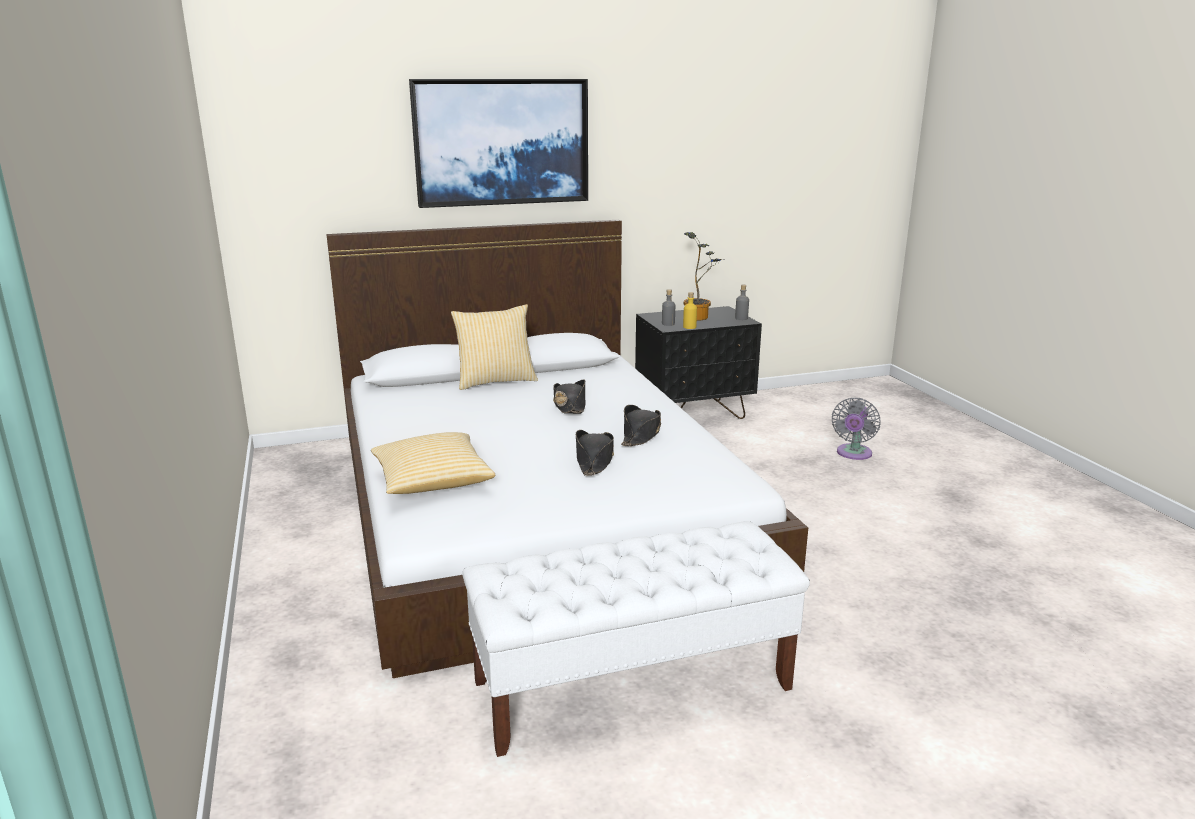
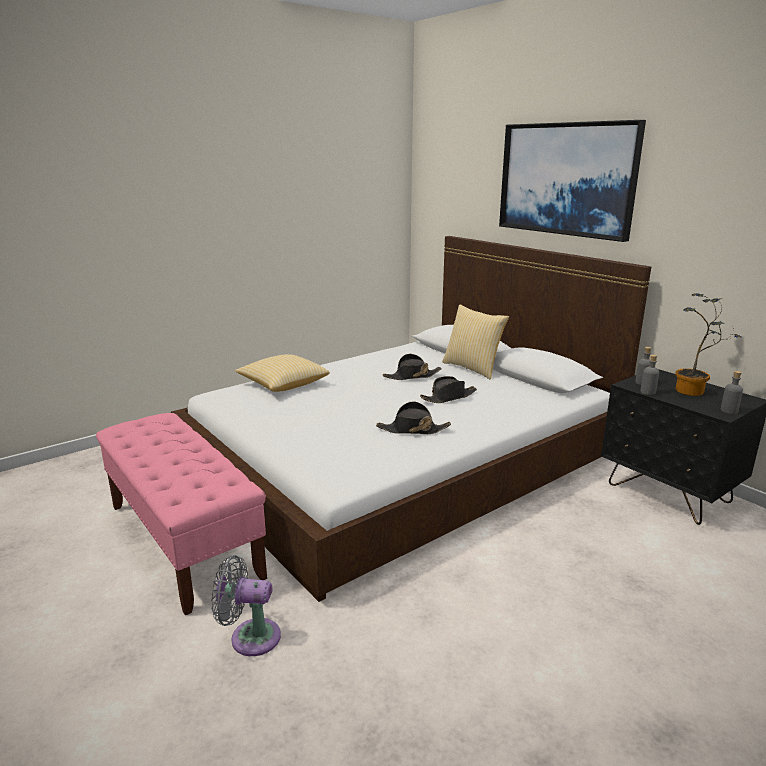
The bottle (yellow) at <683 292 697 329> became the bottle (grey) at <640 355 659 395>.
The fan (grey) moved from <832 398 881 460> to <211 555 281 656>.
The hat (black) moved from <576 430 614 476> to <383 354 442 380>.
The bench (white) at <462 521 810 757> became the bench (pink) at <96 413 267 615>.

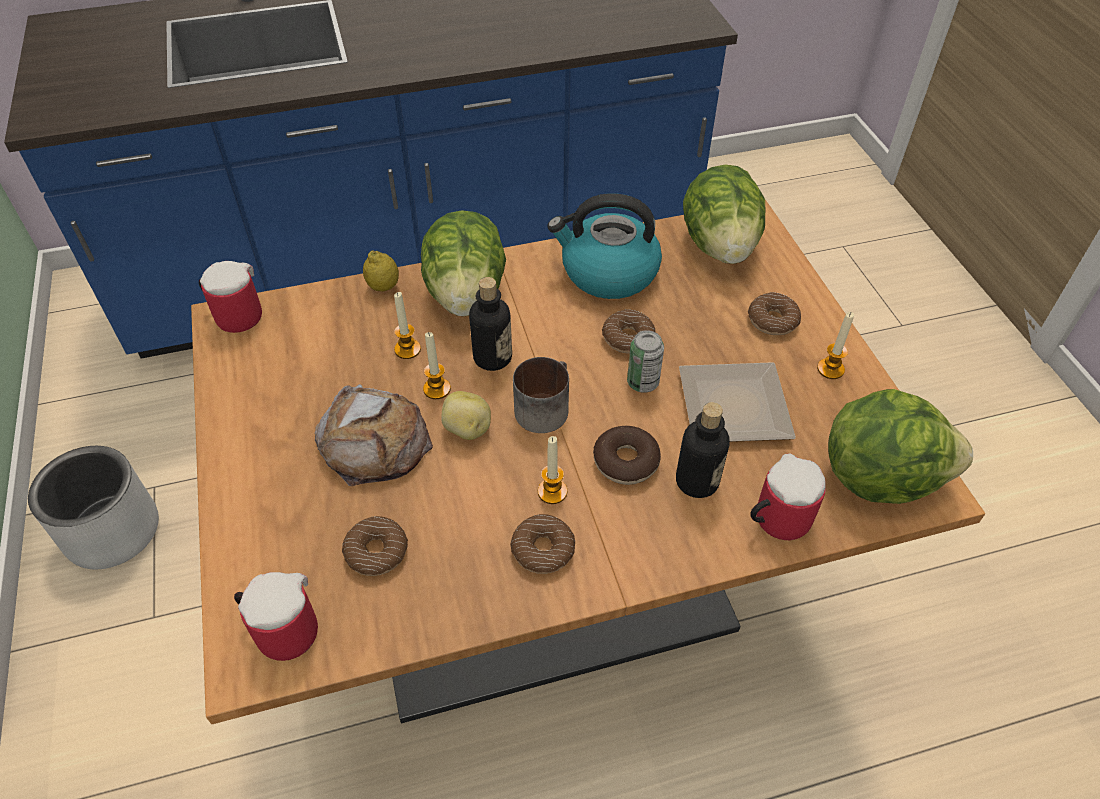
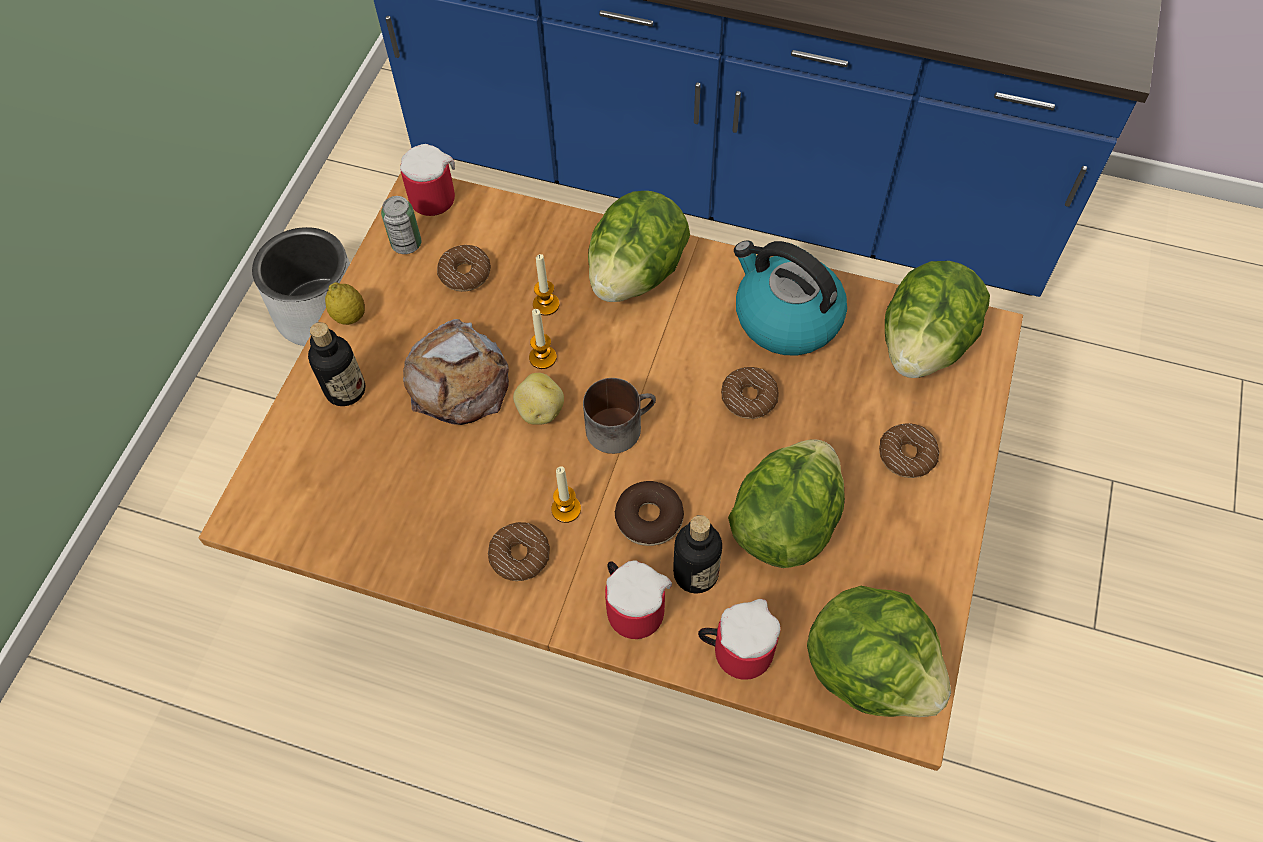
The lemon moved from <363 251 399 292> to <325 282 365 325>.
The bottle moved from <469 277 512 371> to <308 322 365 406>.
The candle at <817 312 854 379> disappeared.
The can moved from <627 330 664 393> to <381 196 421 254>.
The plate at <679 362 796 442> was replaced by the lettuce at <728 439 845 568>.
The donut moved from <342 516 408 576> to <437 245 491 292>.
The mug moved from <234 572 318 661> to <605 561 672 639>.

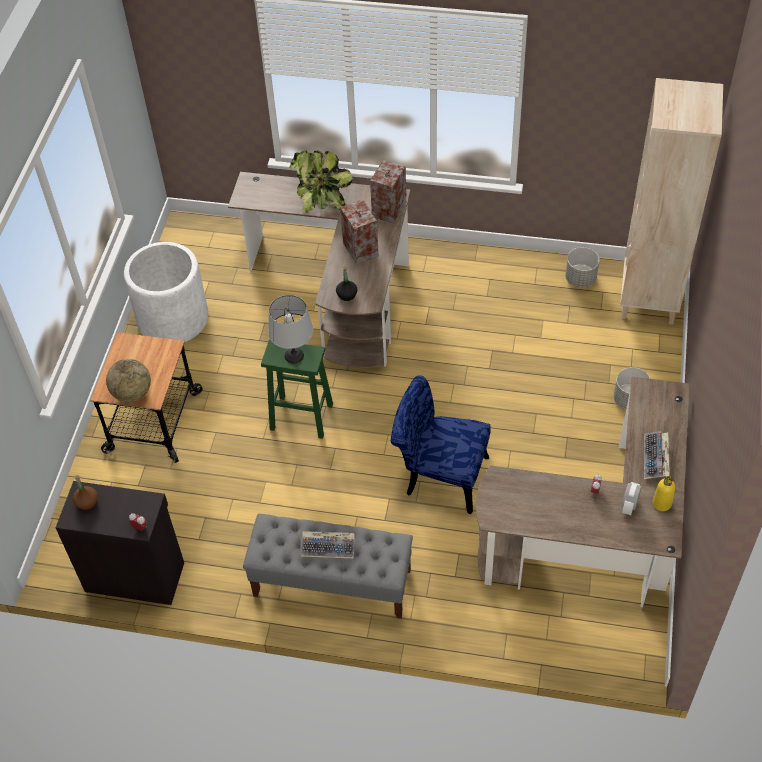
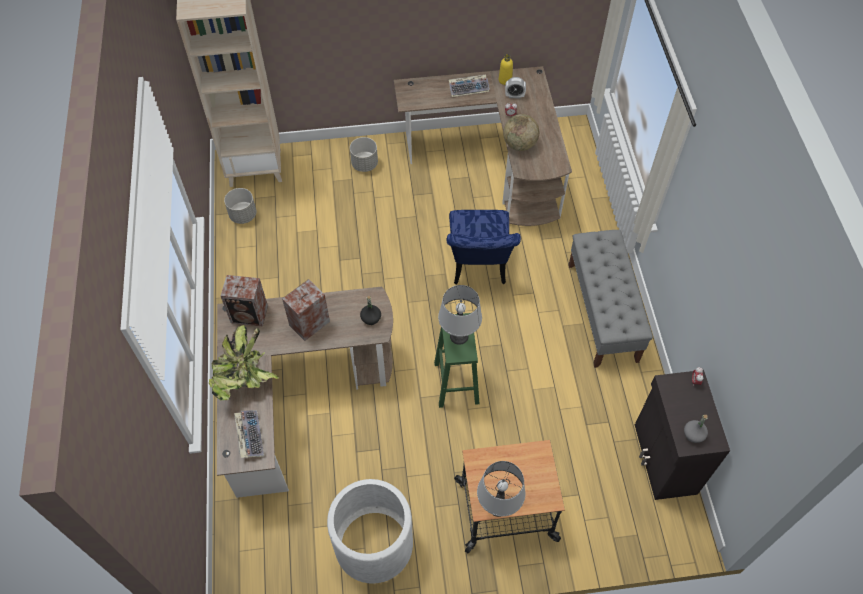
The globe moved from <106 359 151 403> to <503 114 539 151>.
The bottle (brown) at <73 475 98 510> became the bottle (grey) at <684 415 708 443>.
The keyboard moved from <300 531 355 559> to <234 410 264 458>.
The table lamp (grey) at <477 461 525 517> appeared.

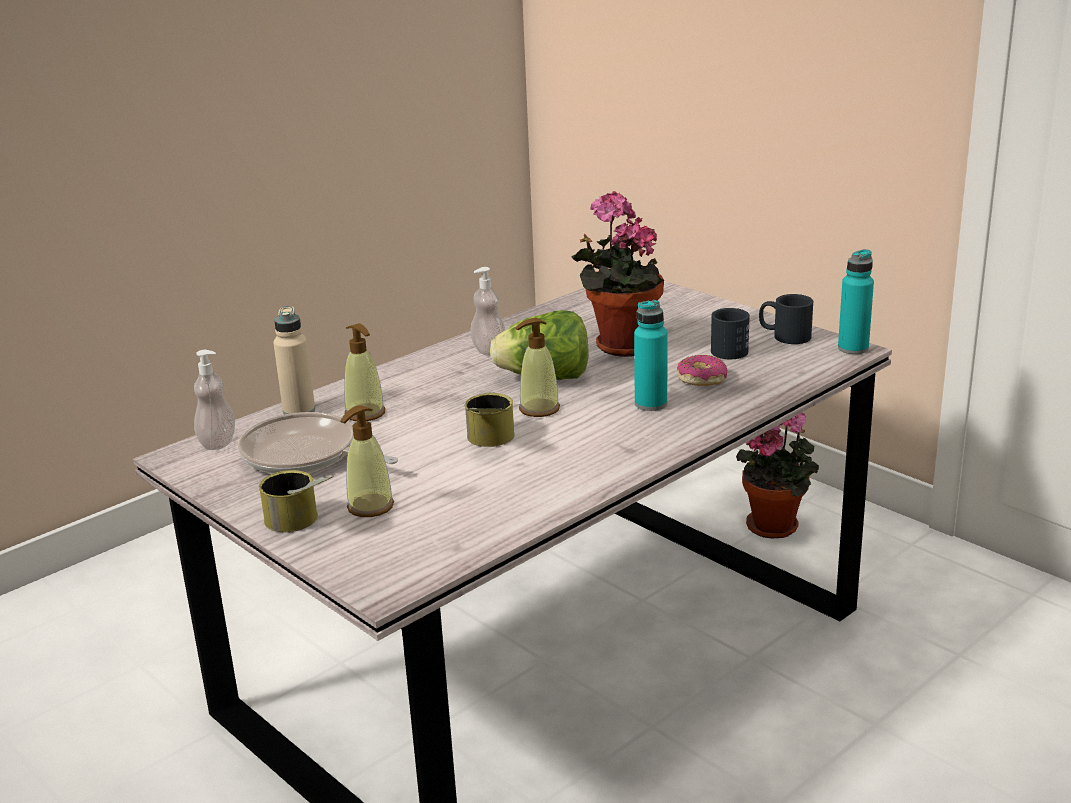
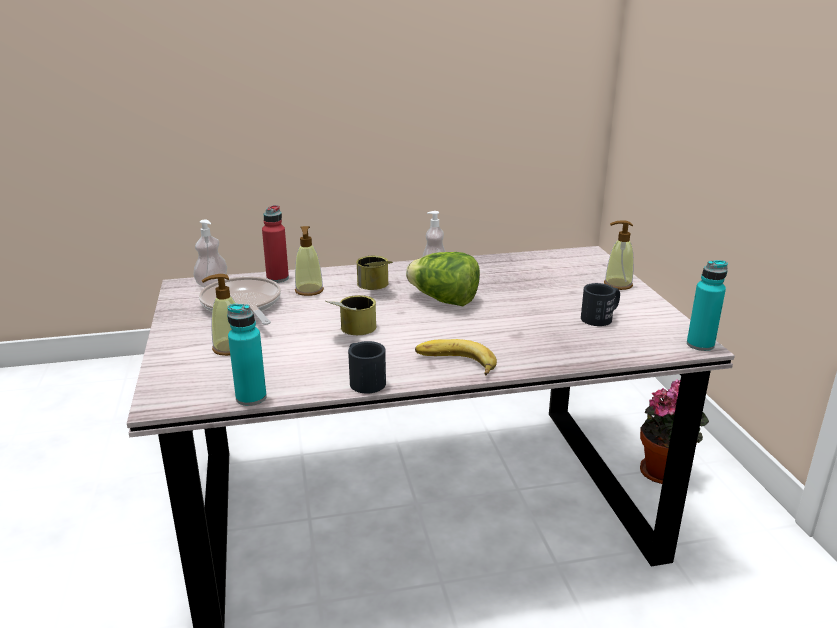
The potted plant at <571 191 664 357> disappeared.
The mug (black) moved from <759 294 813 344> to <348 341 386 394>.
The bottle (turquoise) moved from <634 300 668 411> to <227 304 267 406>.
The bottle (beige) at <273 306 315 415> became the bottle (red) at <262 205 289 283>.
The soap dispenser moved from <515 318 560 417> to <604 220 634 290>.
The donut at <677 355 728 386> disappeared.
The can moved from <259 470 334 532> to <356 256 393 290>.
The banana at <415 339 497 375> appeared.

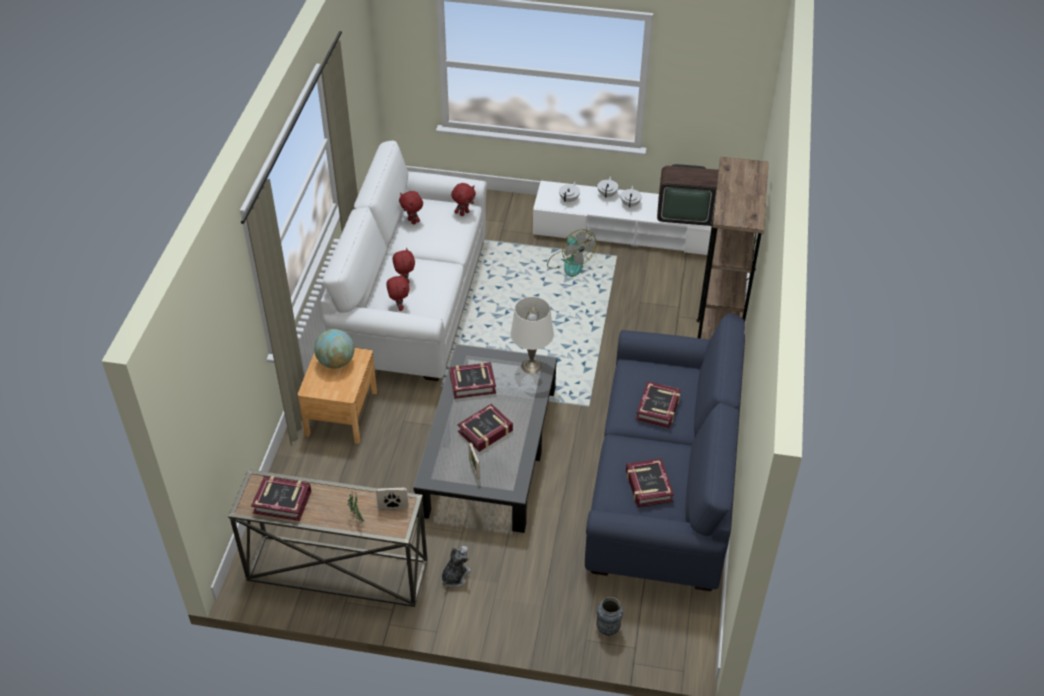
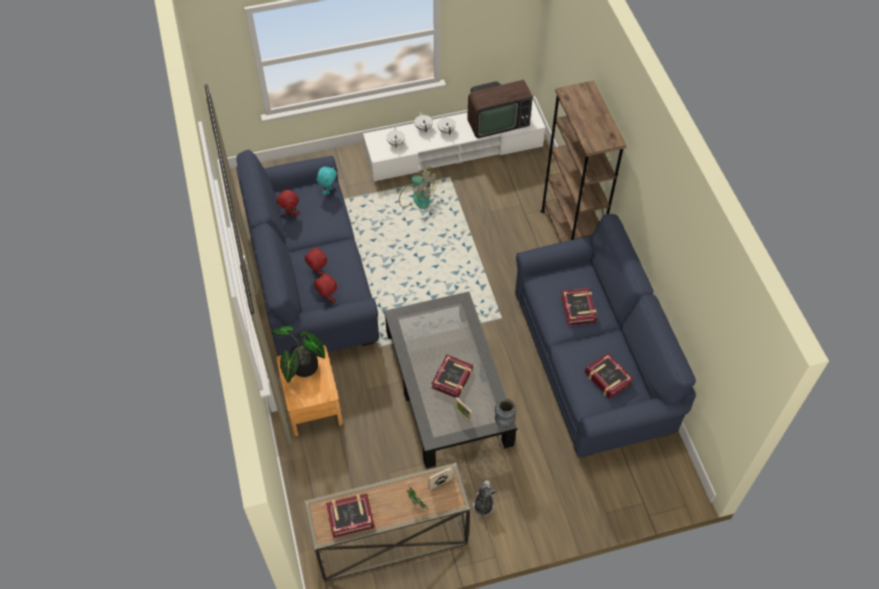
The sofa (white) at <321 141 487 381> became the sofa (blue) at <236 150 379 356>.
The plush toy (red) at <451 183 476 216> became the plush toy (turquoise) at <316 166 337 195>.
The table lamp (white) at <510 297 554 374> disappeared.
The globe at <314 329 354 369> was replaced by the potted plant at <271 326 325 383>.
The book at <450 362 496 399> disappeared.
The vase moved from <596 597 623 636> to <495 398 516 428>.

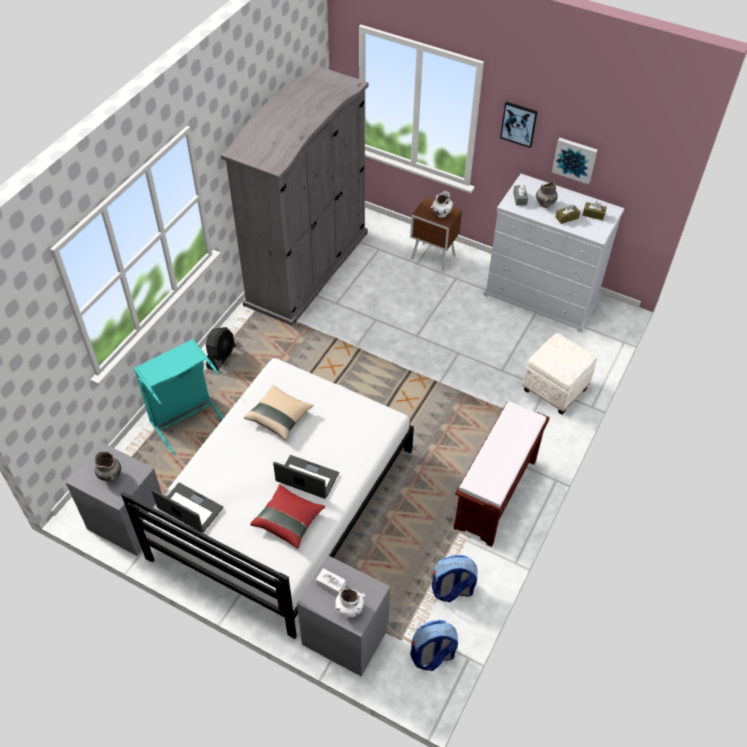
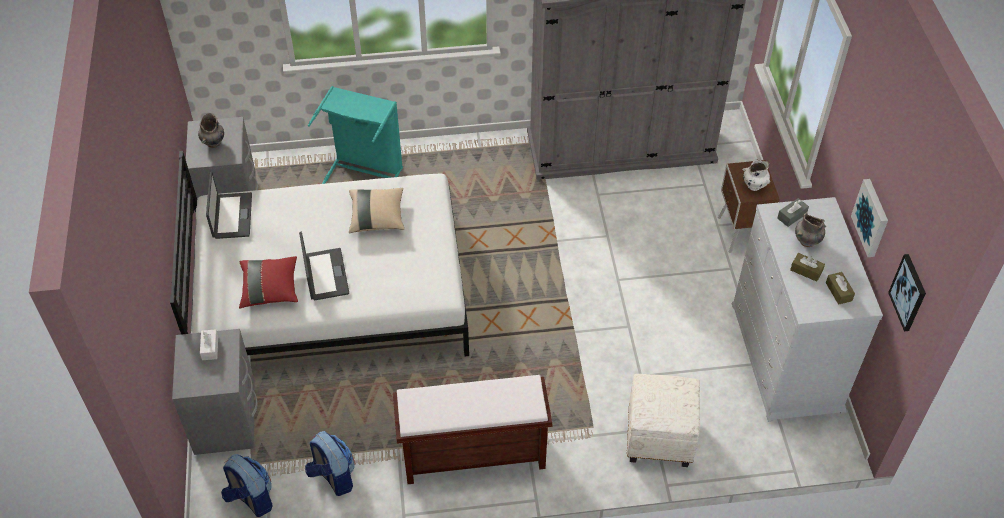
The picture moved from <500 102 538 148> to <888 254 926 331>.
The fan (black) at <206 327 236 370> disappeared.
The vase (white) at <335 587 366 618> disappeared.

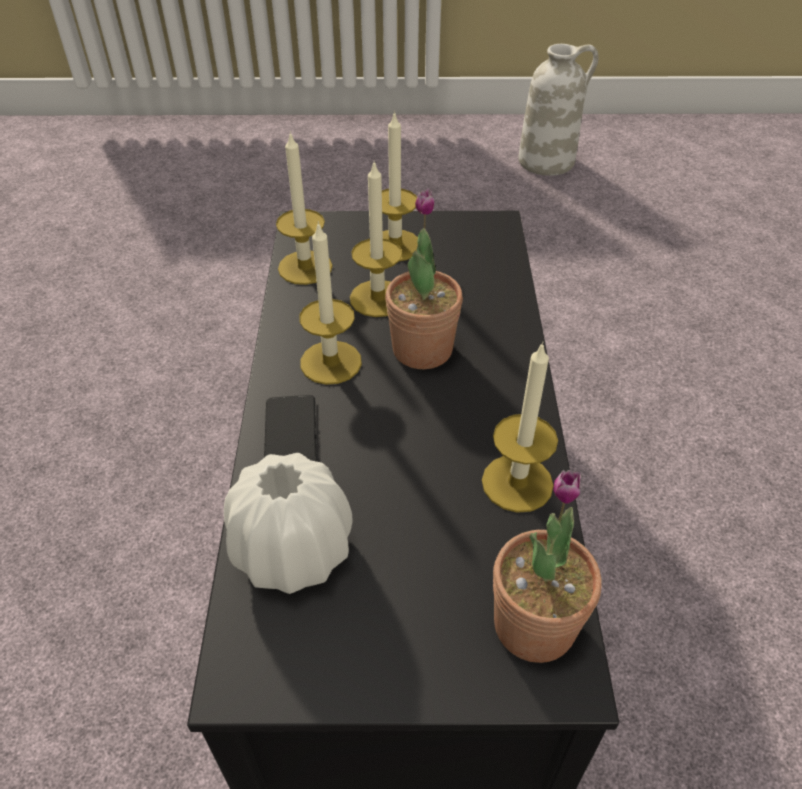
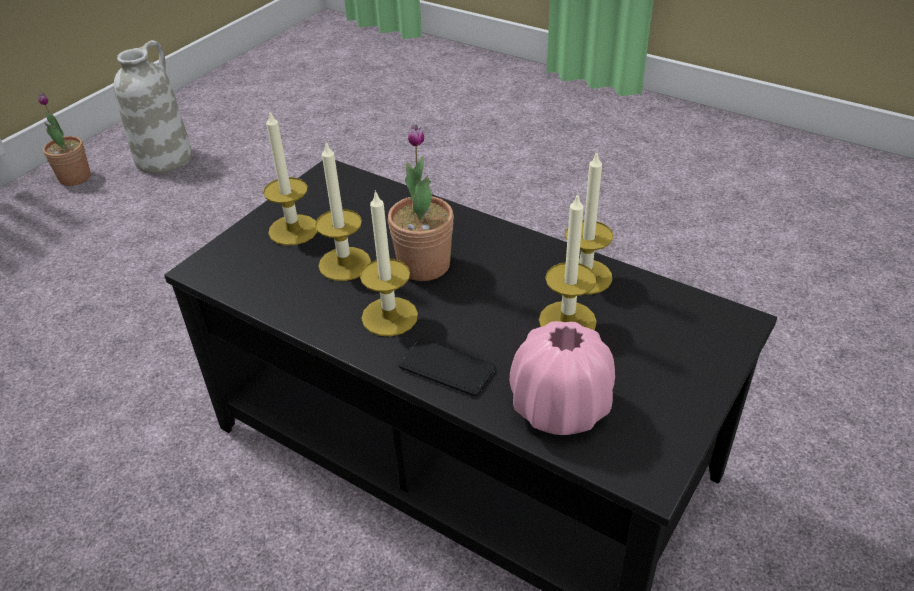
The candle moved from <276 131 332 285> to <539 193 597 330>.
The vase (white) at <224 453 353 594> became the vase (pink) at <510 321 615 435>.
The potted plant moved from <493 470 602 663> to <38 93 91 186>.

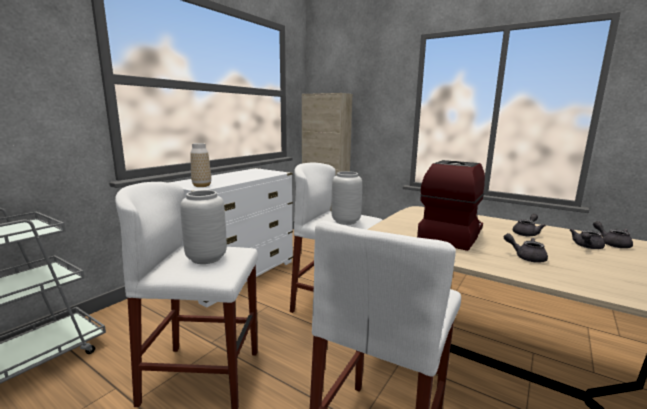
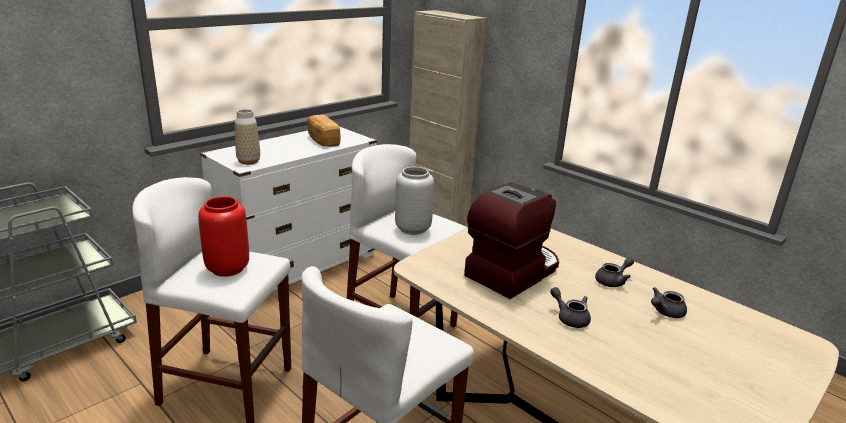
The vase (grey) at <180 190 227 264> became the vase (red) at <198 196 249 277>.
The teapot (grey) at <593 221 633 248> disappeared.
The bread at <308 114 341 147> appeared.

